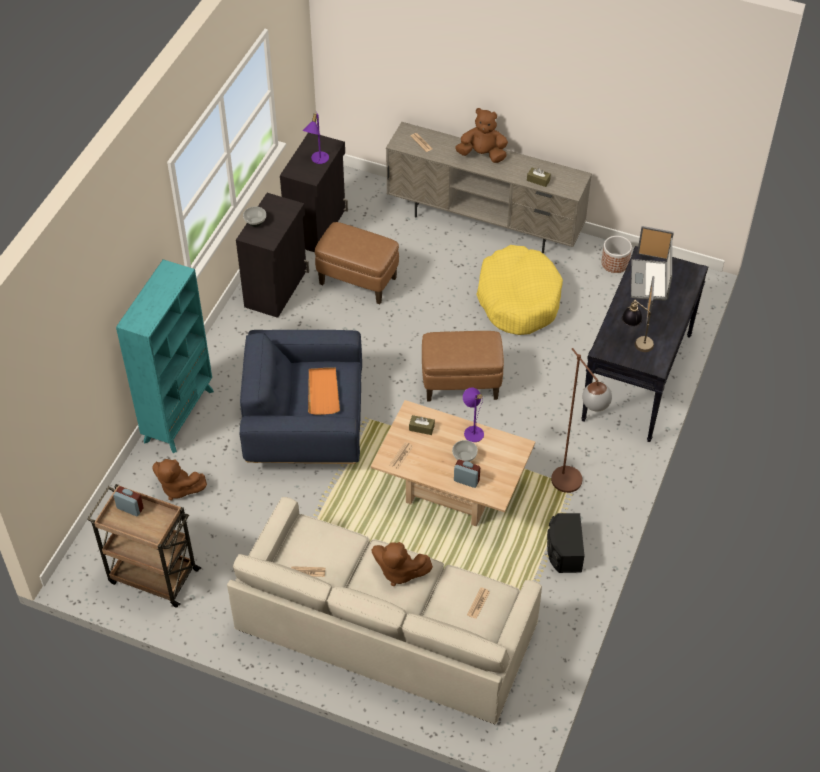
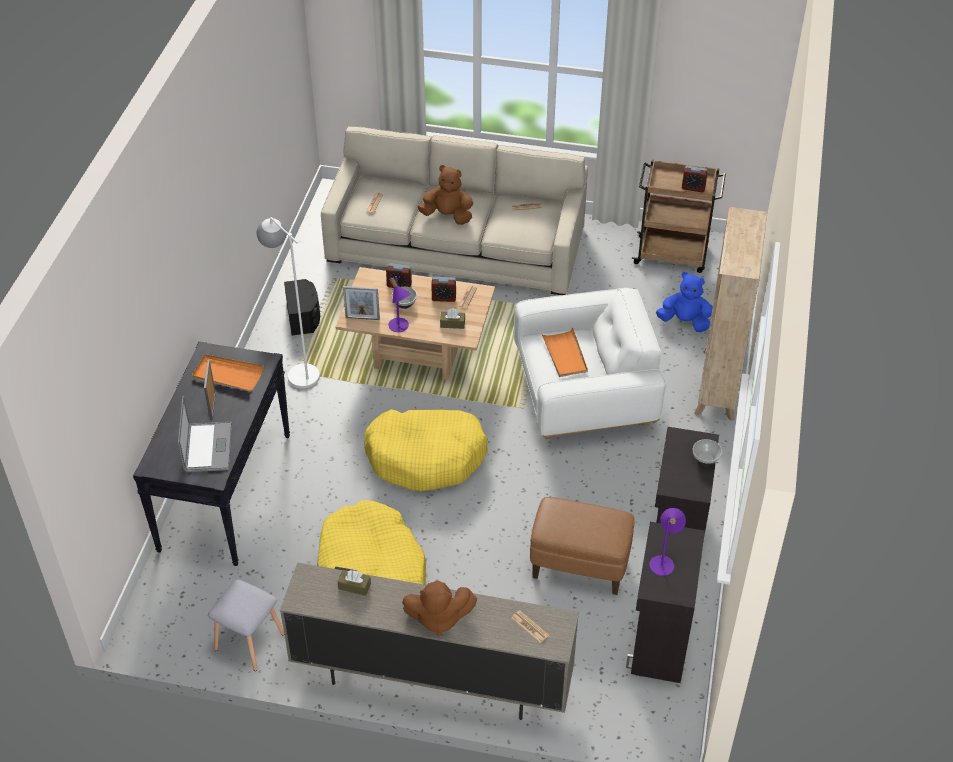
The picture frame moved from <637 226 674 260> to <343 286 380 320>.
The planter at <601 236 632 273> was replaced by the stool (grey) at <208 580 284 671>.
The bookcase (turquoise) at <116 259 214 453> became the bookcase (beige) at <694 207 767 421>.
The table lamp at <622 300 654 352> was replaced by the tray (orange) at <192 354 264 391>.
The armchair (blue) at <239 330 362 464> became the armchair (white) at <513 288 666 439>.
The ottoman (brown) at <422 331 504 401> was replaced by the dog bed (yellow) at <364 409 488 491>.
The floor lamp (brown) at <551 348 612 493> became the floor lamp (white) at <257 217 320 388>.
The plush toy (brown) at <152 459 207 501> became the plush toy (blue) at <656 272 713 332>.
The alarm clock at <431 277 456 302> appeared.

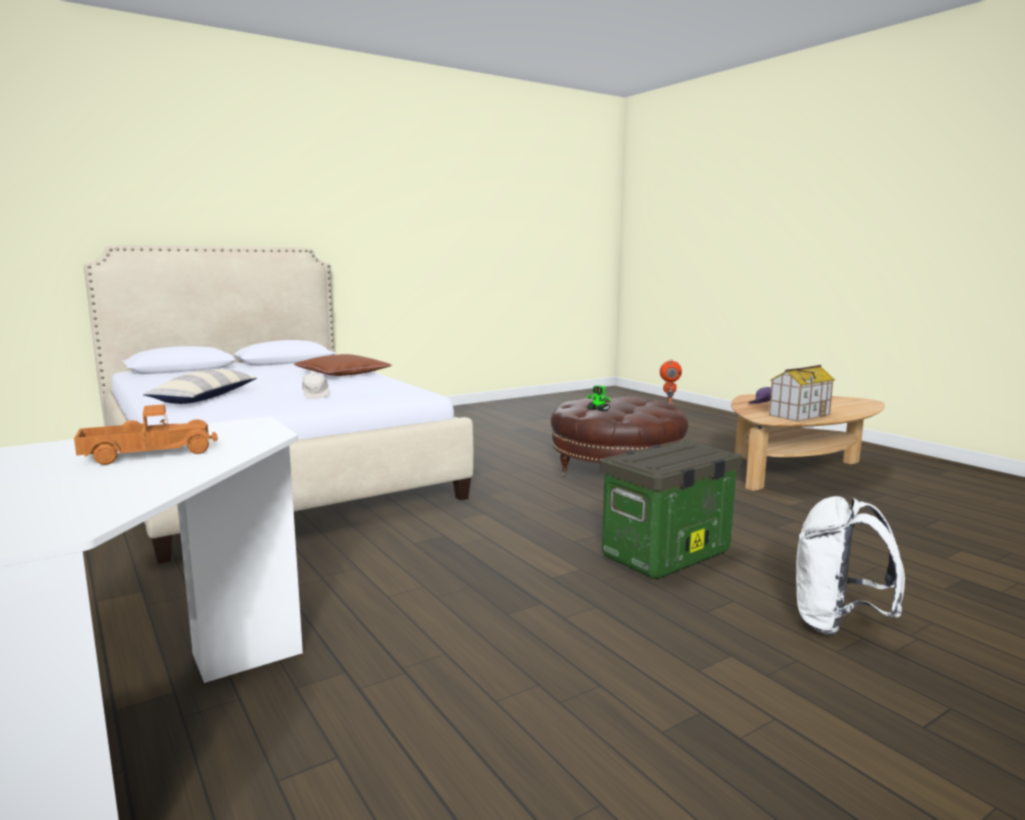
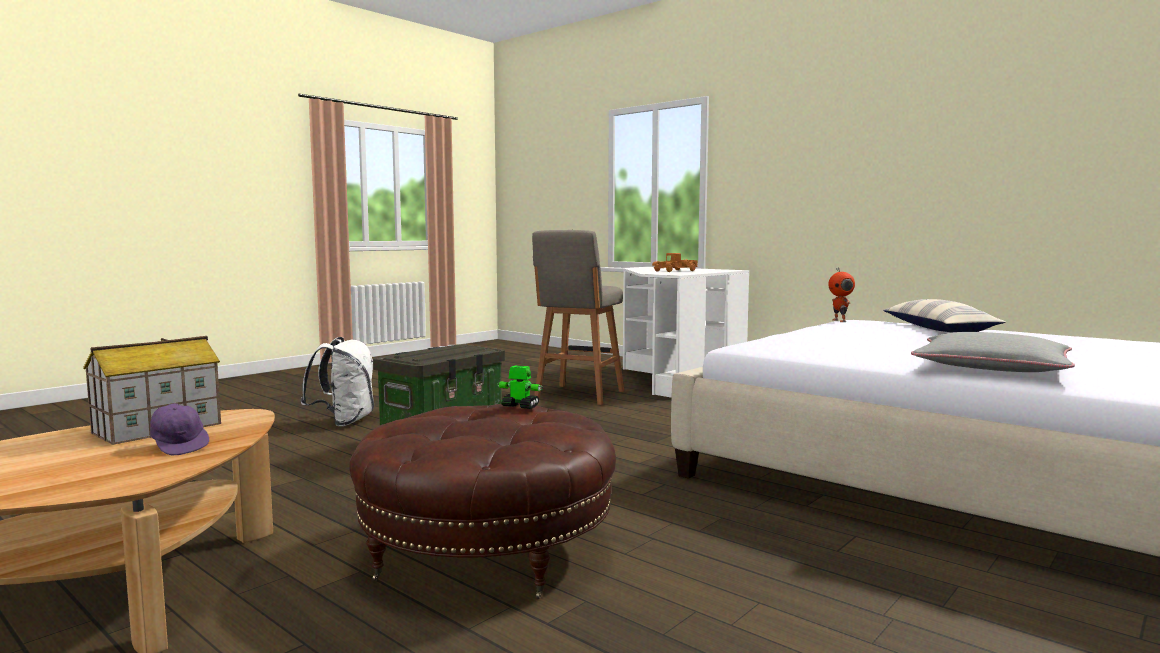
The pillow (brown) at <294 354 392 376> became the pillow (grey) at <911 332 1075 372>.
The toy robot moved from <660 359 682 405> to <828 267 855 322>.
The cap (white) at <302 372 329 399> disappeared.
The stool (grey) at <532 230 624 405> appeared.

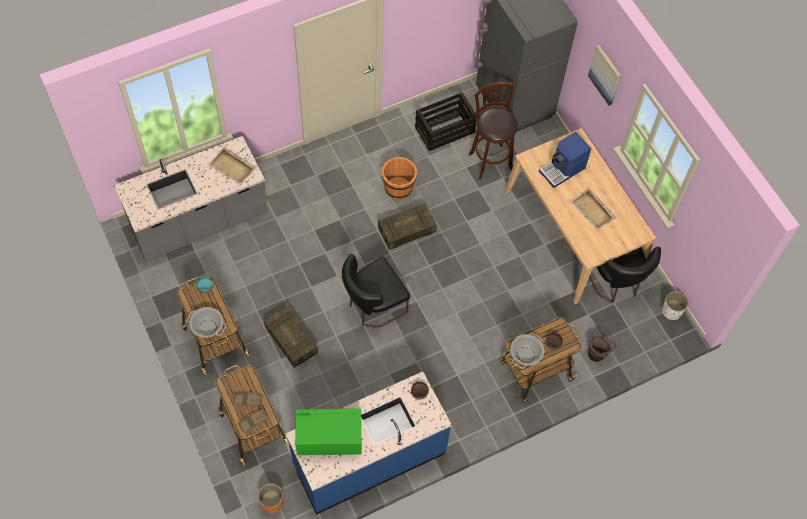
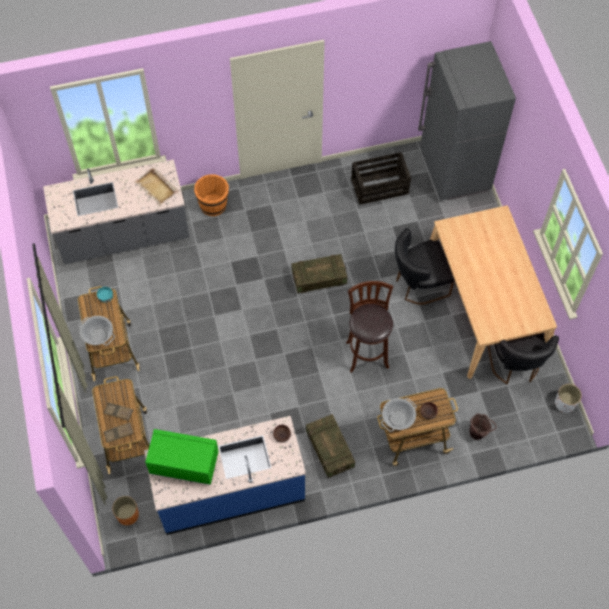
The picture at <588 45 621 106> disappeared.
The stool (brown) moved from <468 82 518 180> to <346 281 394 373>.
The coffee machine at <539 132 591 188> disappeared.
The bucket (orange) moved from <382 157 417 200> to <194 174 229 216>.
The tray (beige) at <570 188 617 230> disappeared.
The chair (black) moved from <342 254 410 327> to <395 228 455 305>.
The crate moved from <264 306 318 368> to <306 414 355 478>.

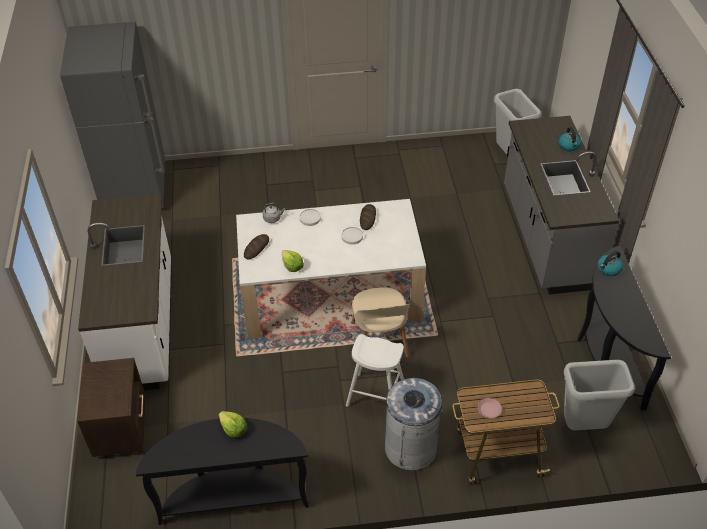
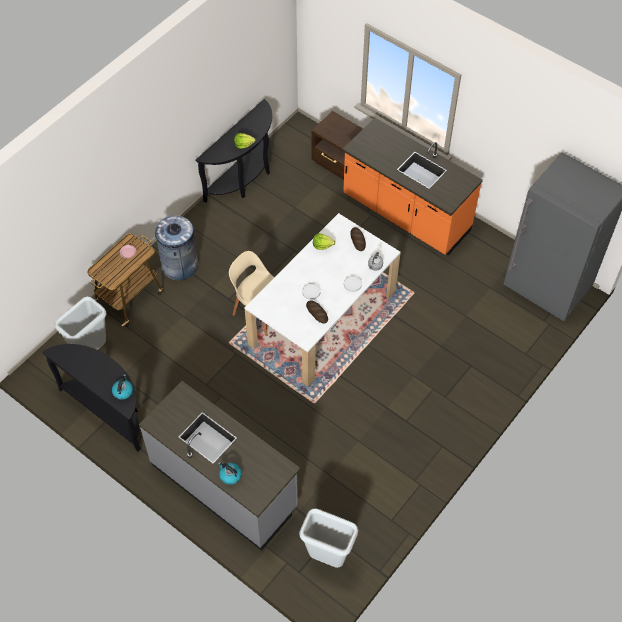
The counter (white) at <78 194 171 390> became the counter (orange) at <342 118 483 255>.
The stool (white) at <346 334 404 407> disappeared.

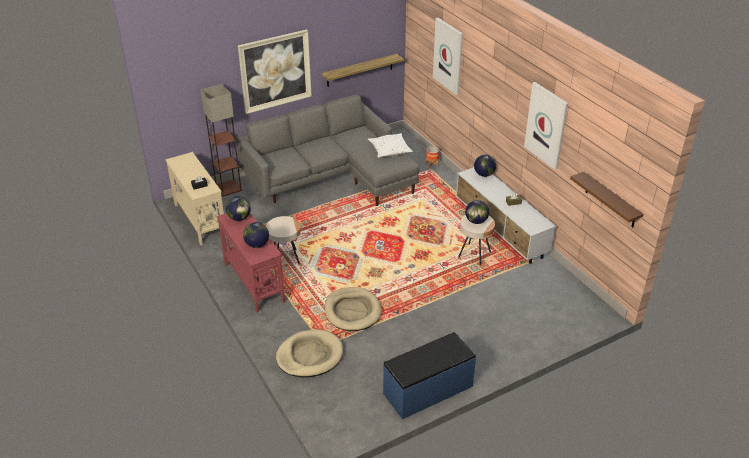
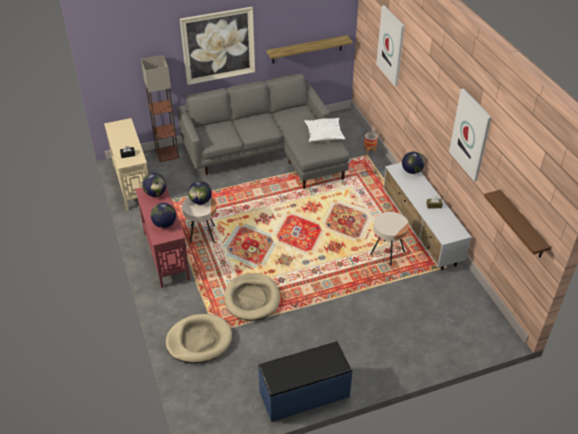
The globe moved from <465 200 489 224> to <188 181 212 205>.

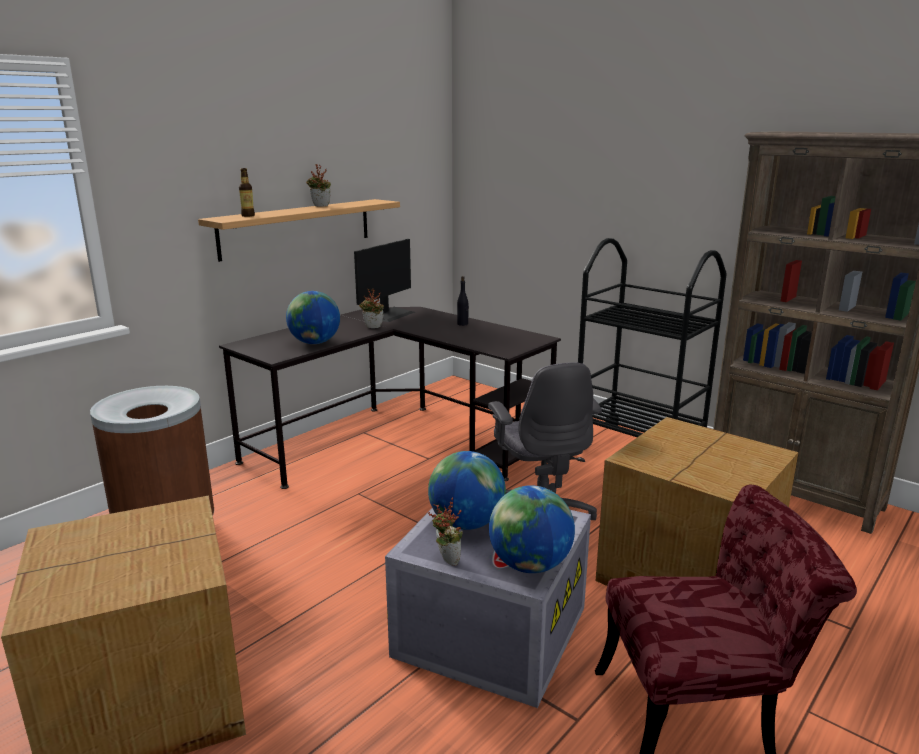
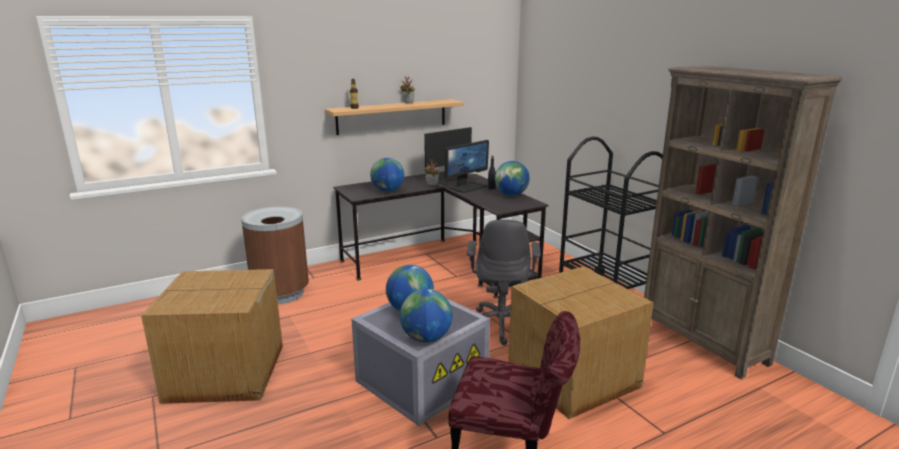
The potted plant at <428 497 463 566> disappeared.
The monitor at <445 140 489 193> appeared.
The globe at <495 161 530 196> appeared.

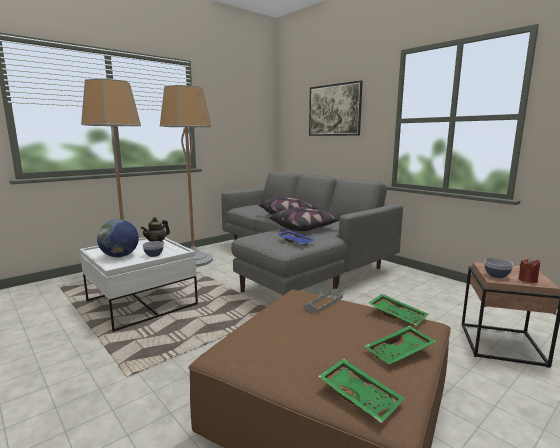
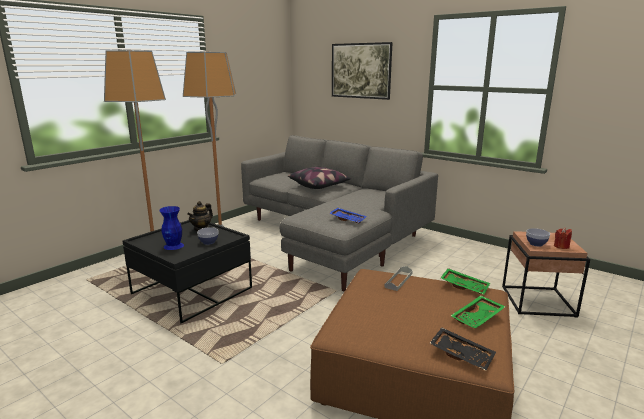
The pillow at <268 207 340 231> disappeared.
The globe at <97 219 139 257> was replaced by the vase (blue) at <159 206 184 250>.
The coffee table (white) at <80 237 198 332> became the coffee table (black) at <122 220 252 323>.
The tray (green) at <318 358 405 423> became the tray (black) at <430 328 496 371>.

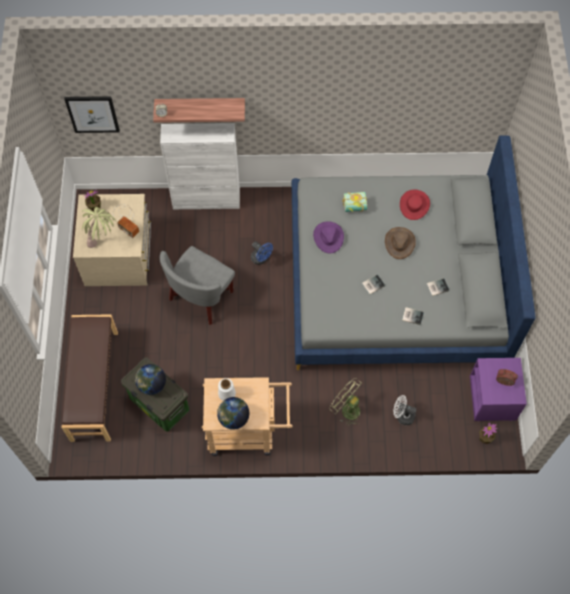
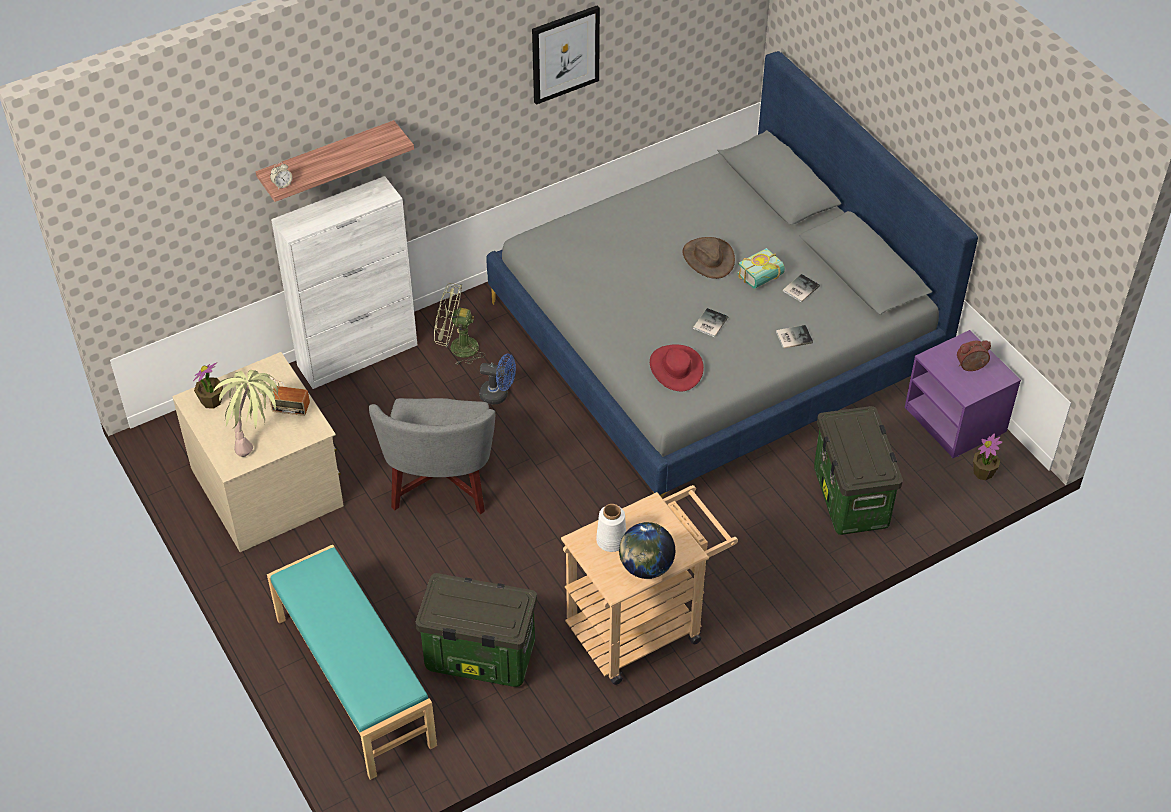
The picture moved from <64 96 120 133> to <532 5 600 105>.
The hat (red) moved from <400 189 430 220> to <650 344 704 392>.
The book moved from <342 192 367 212> to <737 248 785 289>.
The hat (purple) at <313 222 344 254> disappeared.
The bench (brown) at <61 314 118 442> became the bench (turquoise) at <267 545 437 780>.
The globe at <135 364 166 395> disappeared.
The fan (green) moved from <330 378 362 426> to <434 283 486 365>.
The fan (white) at <393 395 417 425> was replaced by the storage box at <814 406 903 535>.

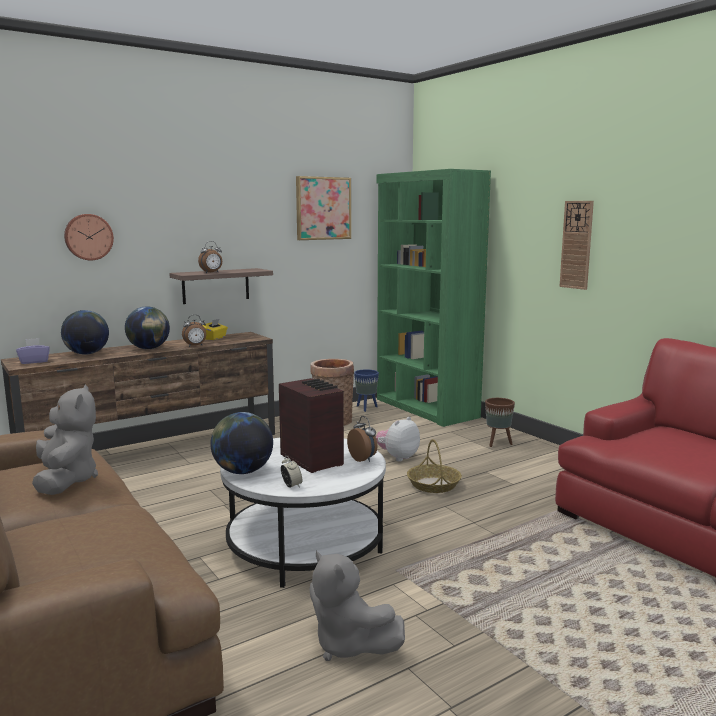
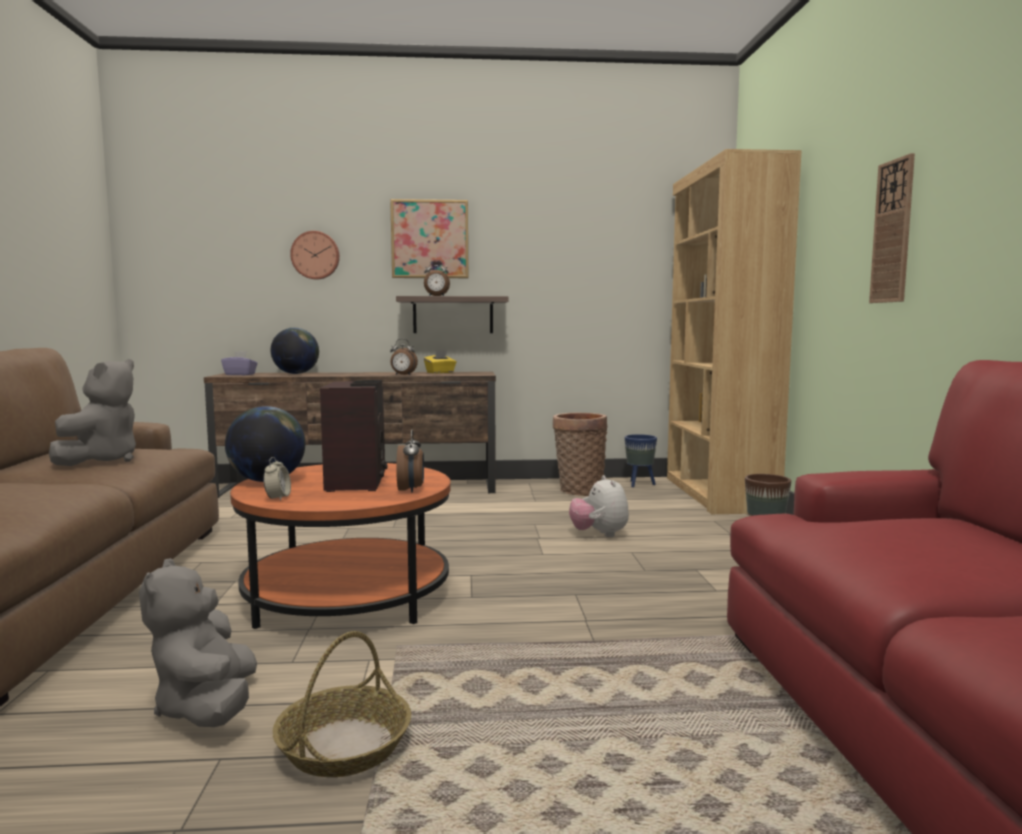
The bookcase (green) at <377 169 491 427> became the bookcase (brown) at <667 149 802 514>.
The picture moved from <296 176 351 240> to <390 199 469 278>.
The globe at <125 306 170 349> disappeared.
The plush toy at <376 417 420 461> turned 90 degrees counterclockwise.
The coffee table (white) at <220 437 386 588> became the coffee table (orange) at <230 463 451 629>.
The basket moved from <407 439 462 493> to <273 631 411 777>.

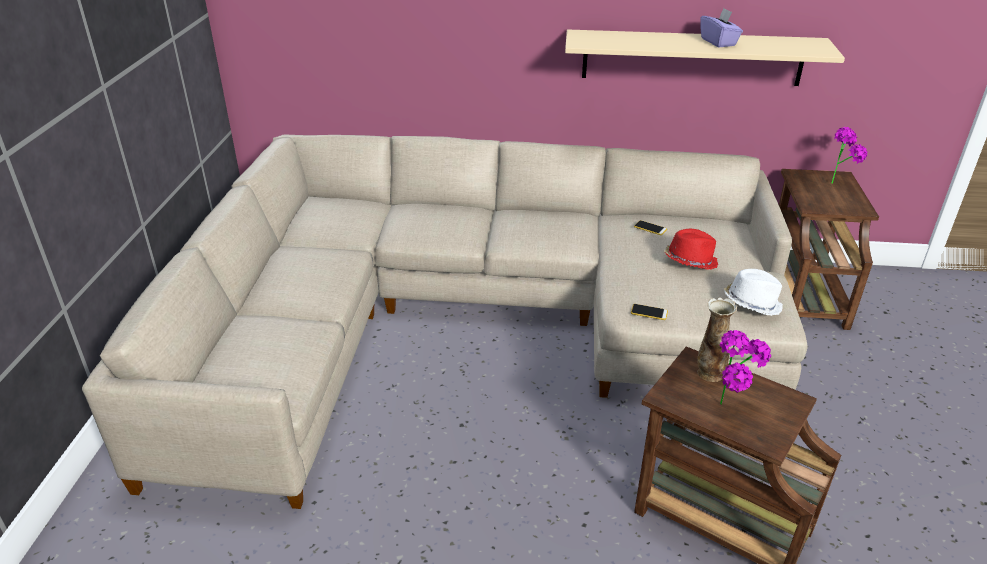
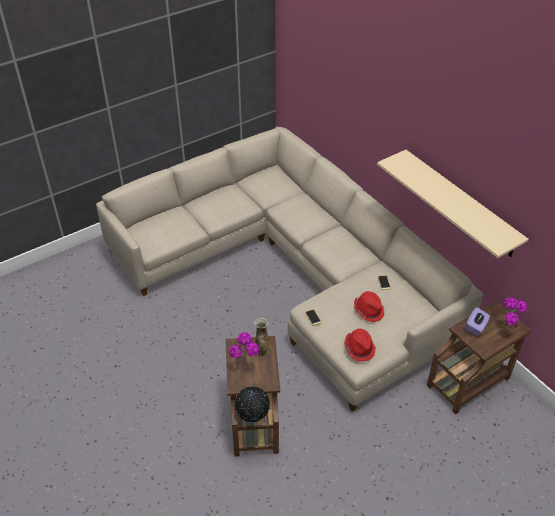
The tissue box (purple) moved from <700 8 743 48> to <466 307 490 336>.
The hat (white) at <724 269 783 316> became the hat (red) at <344 329 376 362>.
The globe at <235 386 270 422> appeared.

